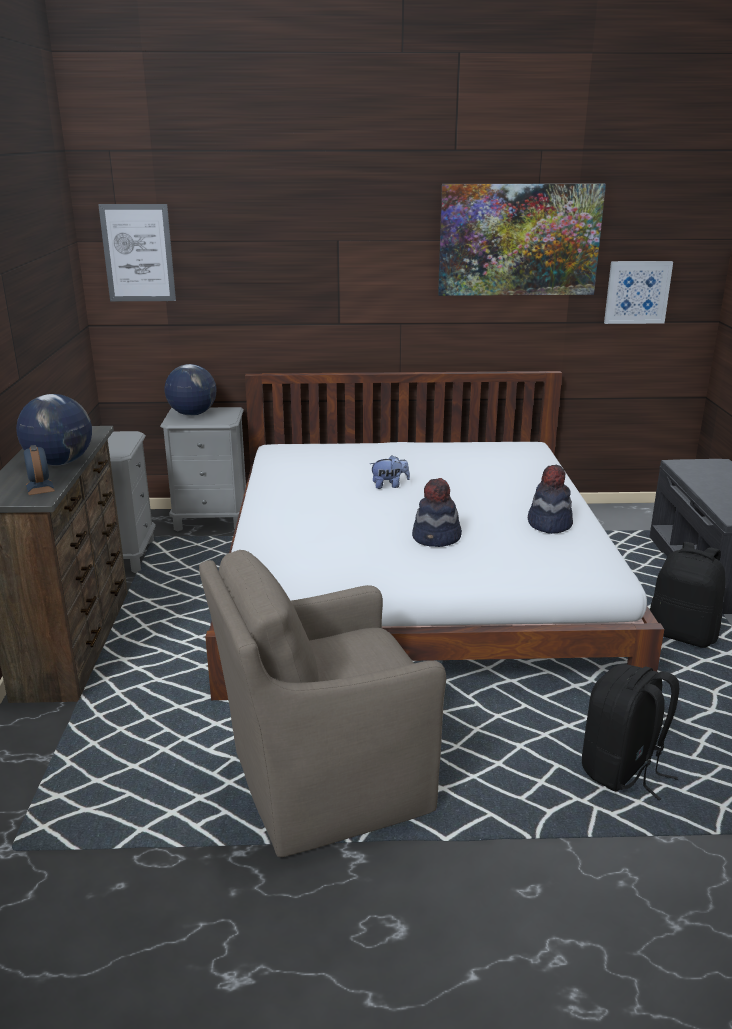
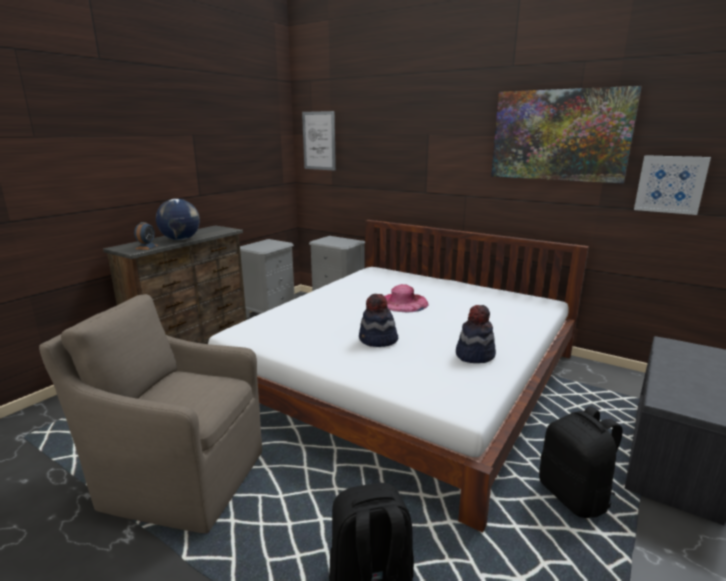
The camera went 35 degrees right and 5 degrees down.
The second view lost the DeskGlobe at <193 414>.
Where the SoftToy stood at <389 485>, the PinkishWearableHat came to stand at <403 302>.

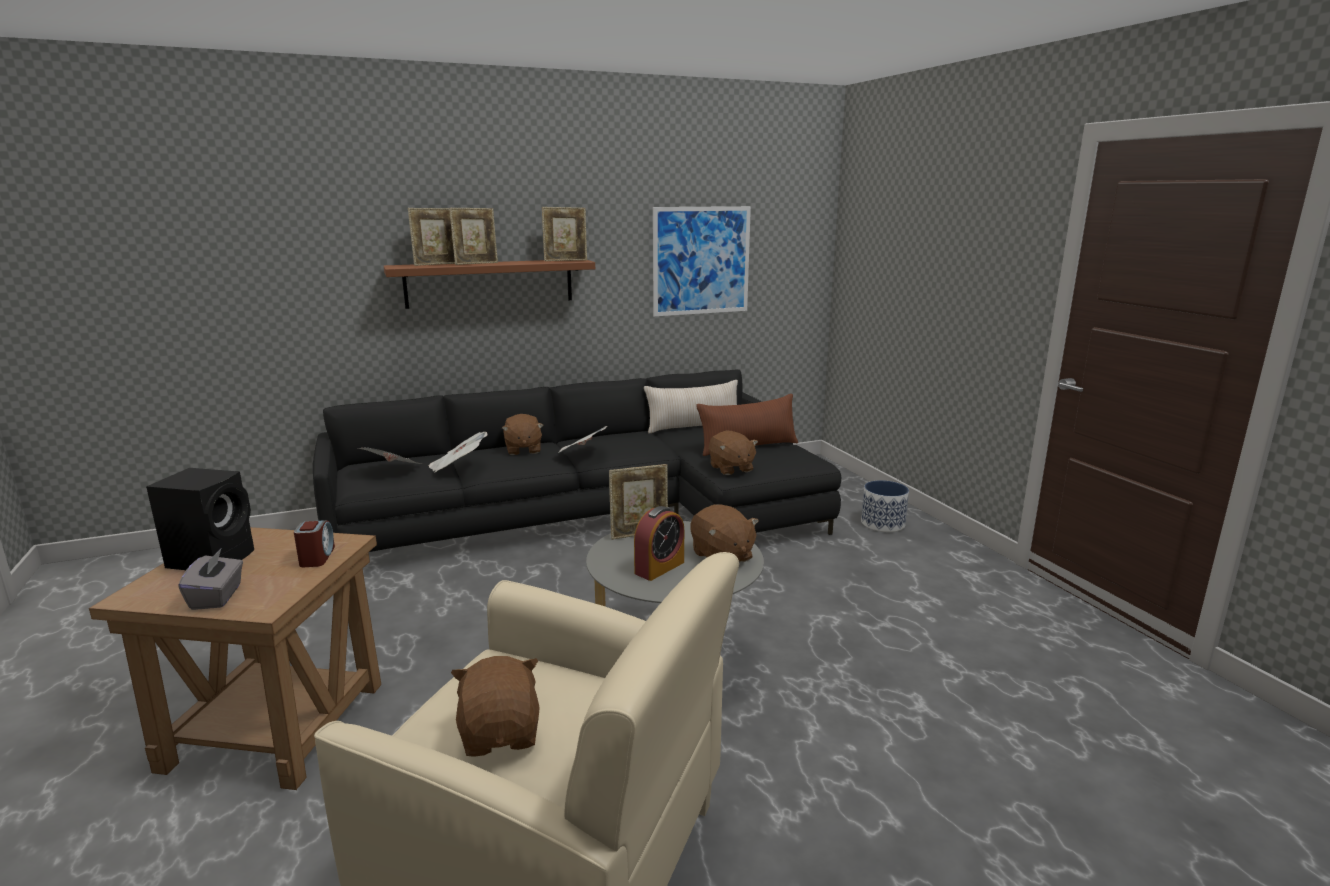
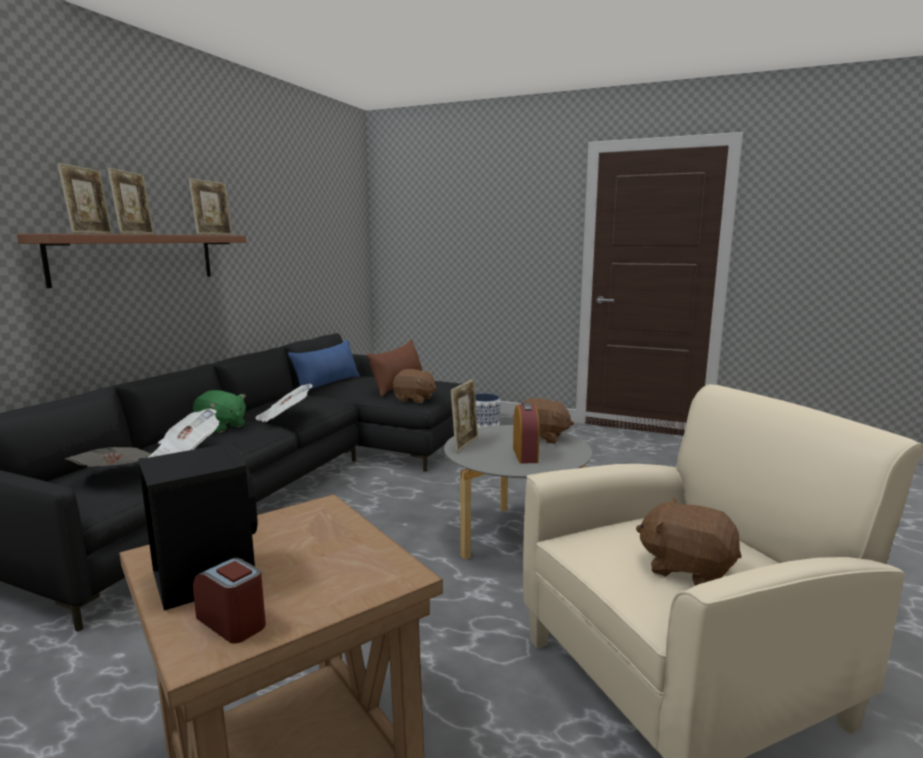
The camera went 45 degrees left and 5 degrees down.
The second view lost the WallArt at <701 261>.
What was the BeigeThrowPillow at <693 427> turned into the BlueThrowPillow at <327 384>.
What was the BrownColouredSoftToy at <523 450> turned into the GreenSoftToy at <221 427>.
The BedsideClock ended up elsewhere, having gone from <317 557> to <233 622>.
The second view lost the GrayBoxOfTissues at <217 597>.

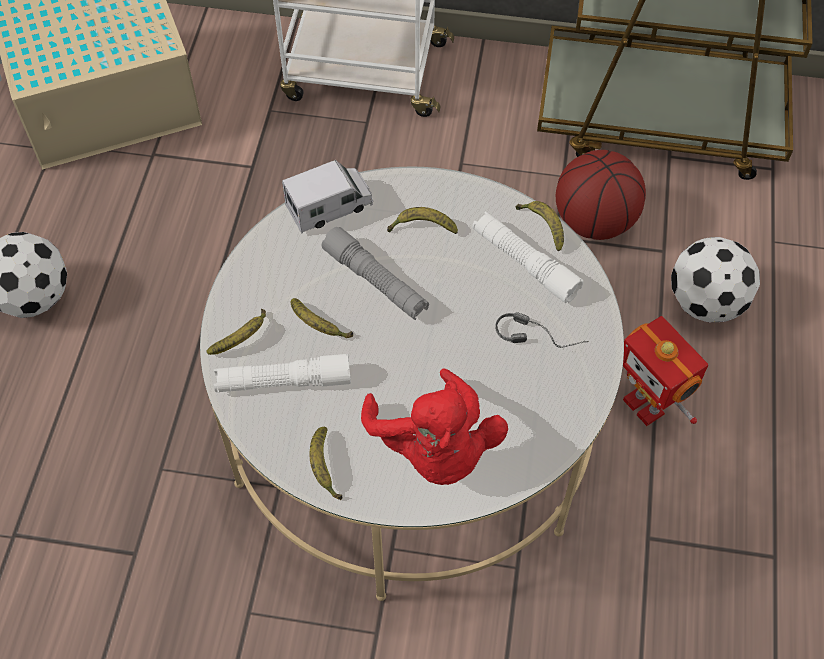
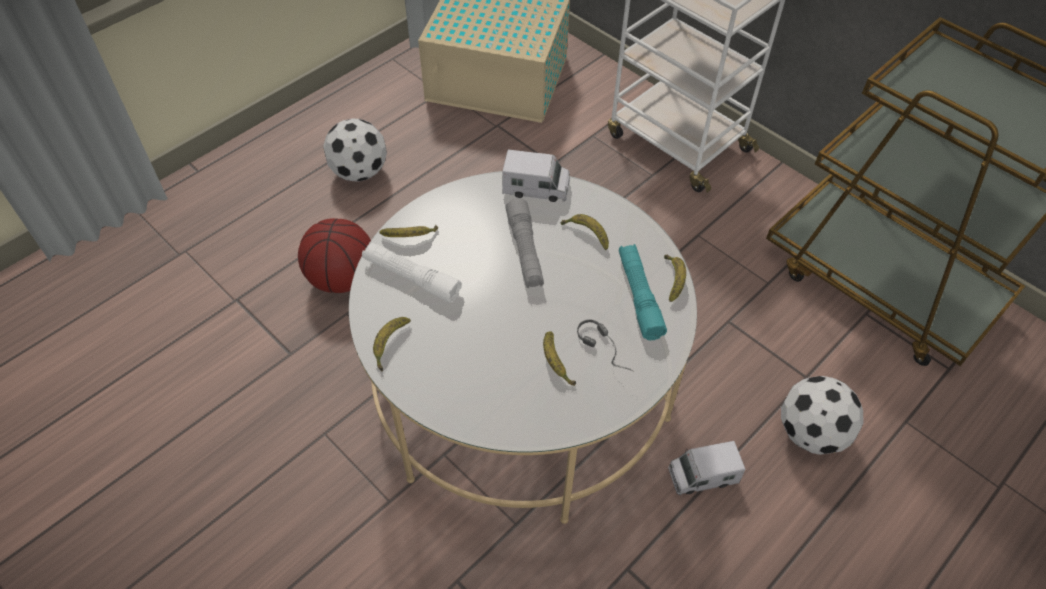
The camera went 35 degrees right and 5 degrees down.
The Basketball ended up elsewhere, having gone from <594 221> to <342 278>.
What was the WhitishHandTorch at <524 263> turned into the TurquoiseHandTorch at <639 296>.
The BananaFruit ended up elsewhere, having gone from <318 326> to <555 362>.
Where the ToyRobot stood at <645 405>, the ModelTruck came to stand at <702 476>.
The second view lost the ReddishSoftToy at <435 449>.

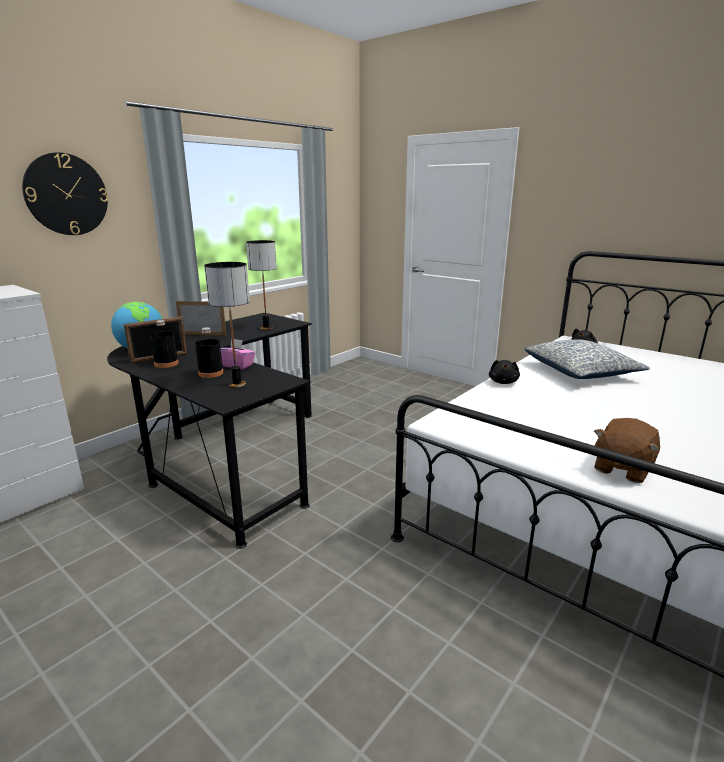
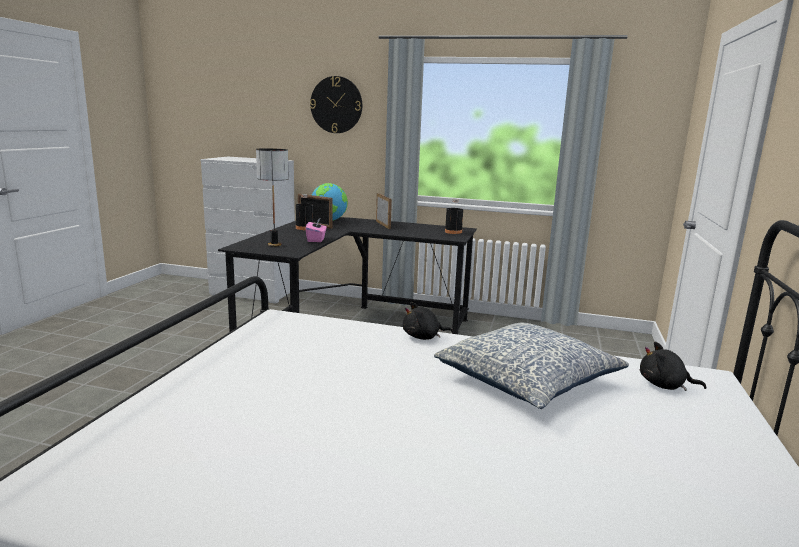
The camera went 65 degrees right and 5 degrees down.
The second view lost the LampForATable at <266 328>.
The BlackishDrinkBottle ended up elsewhere, having gone from <211 373> to <453 232>.
The second view lost the BrownColouredSoftToy at <621 468>.

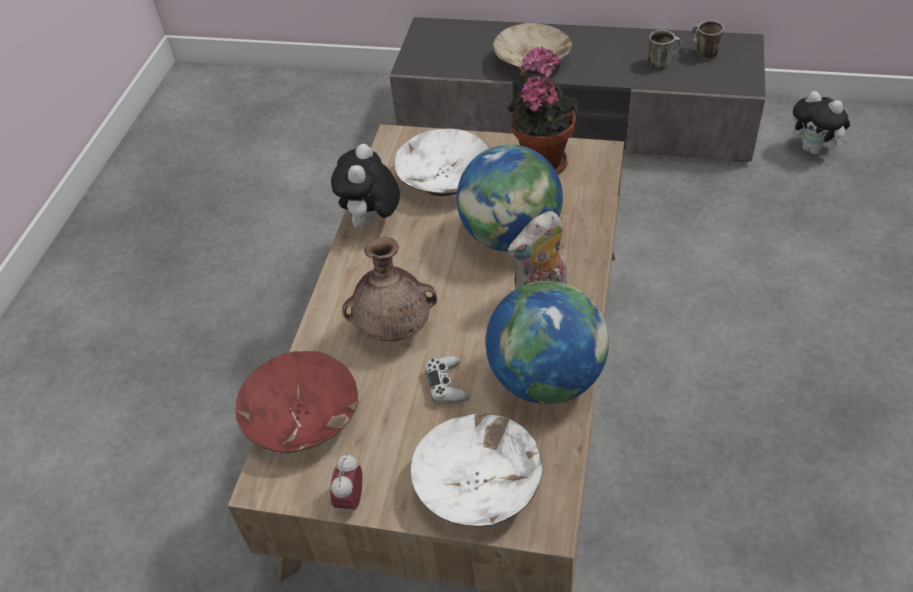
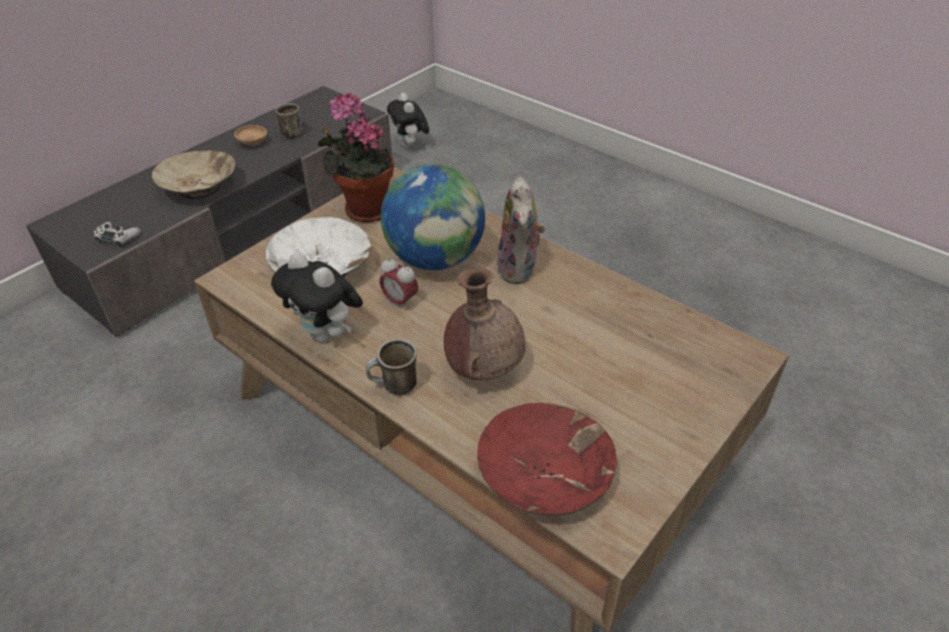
The camera went 65 degrees left and 5 degrees down.
The Mug ended up elsewhere, having gone from <702 53> to <394 388>.
The SoftToy at <814 149> ended up facing another way, 90 degrees clockwise from before.
The second view lost the DeskGlobe at <546 379>.
The WhitishGamepad ended up elsewhere, having gone from <447 384> to <118 238>.
The second view lost the WhitishServingBowl at <478 484>.
The BedsideClock ended up elsewhere, having gone from <351 500> to <400 301>.
The second view gained the BrownColouredServingBowl at <252 142>.

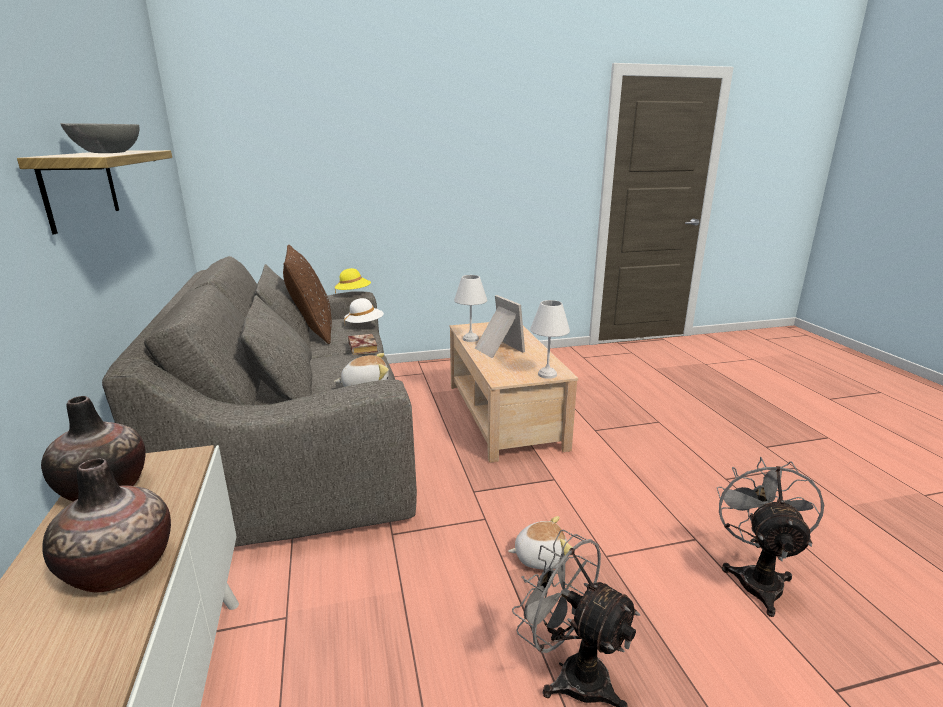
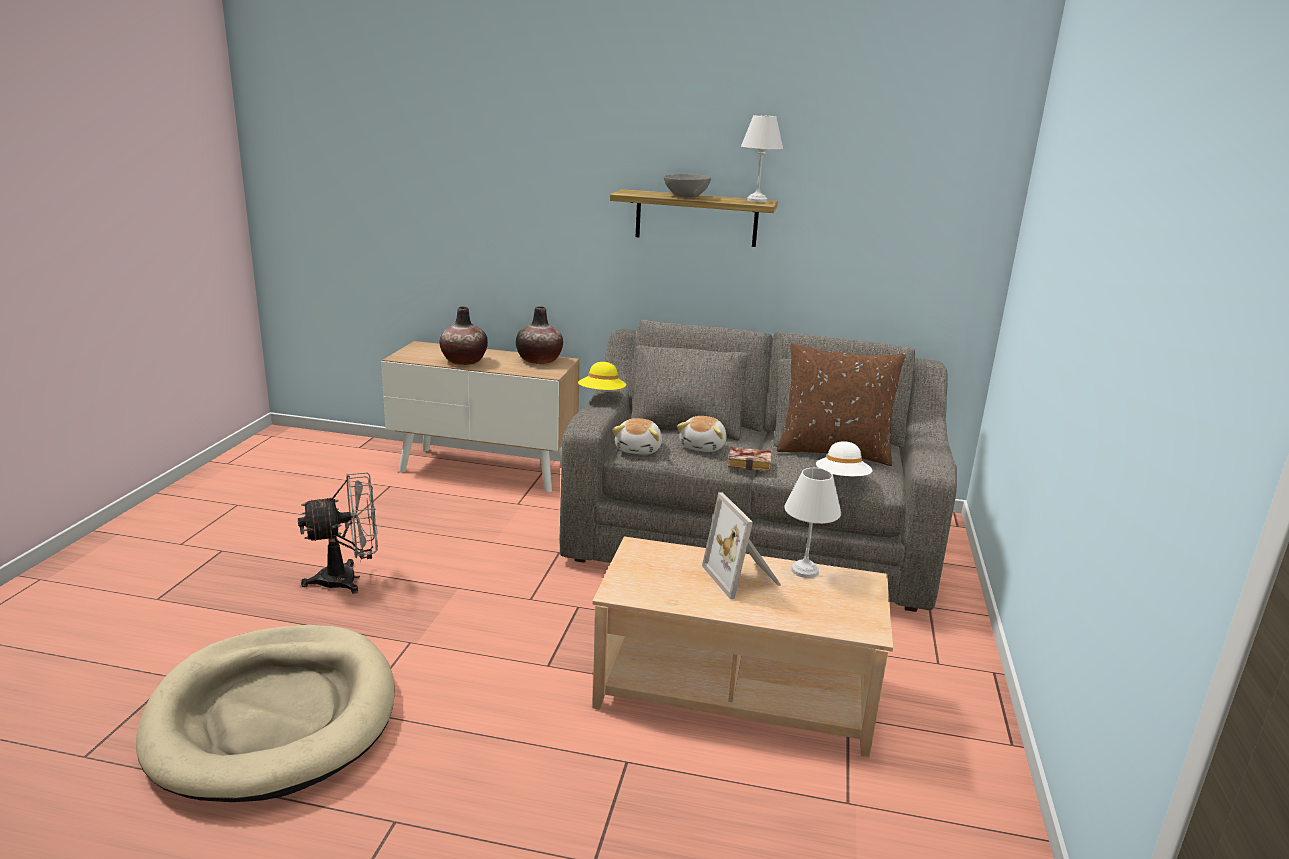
The camera went 115 degrees right and 0 degrees up.
The YellowColouredWearableHat ended up elsewhere, having gone from <353 293> to <602 395>.
The StandingFrame at <497 349> ended up facing another way, 75 degrees clockwise from before.
The WhitishLampForATable ended up elsewhere, having gone from <548 375> to <756 201>.
Where the GrayCoolingFan stood at <757 578>, the BeigeDogCushion came to stand at <274 716>.
The SoftToy ended up elsewhere, having gone from <540 556> to <703 446>.

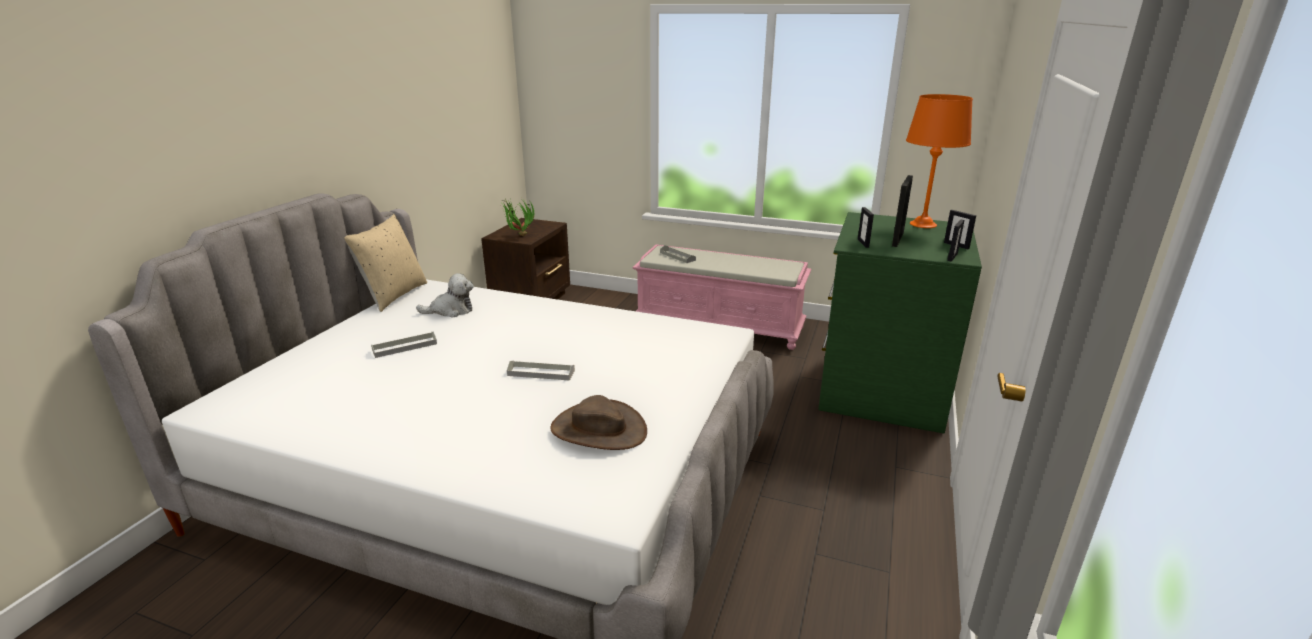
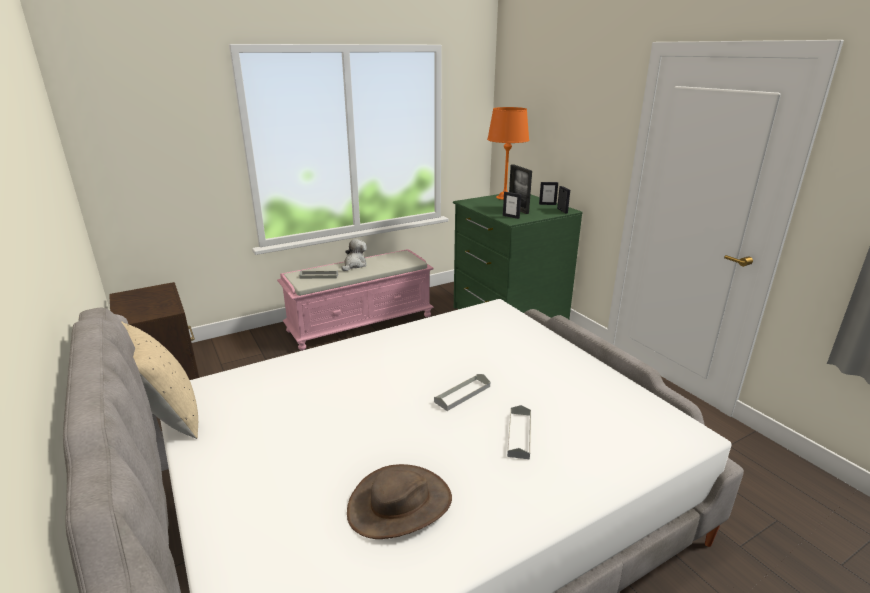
The camera went 50 degrees left and 0 degrees up.
The second view lost the Houseplant at <518 236>.
The SoftToy ended up elsewhere, having gone from <451 310> to <354 265>.
The GrayCarryingTray ended up elsewhere, having gone from <404 347> to <519 434>.
The BrownColouredWearableHat ended up elsewhere, having gone from <598 430> to <400 504>.

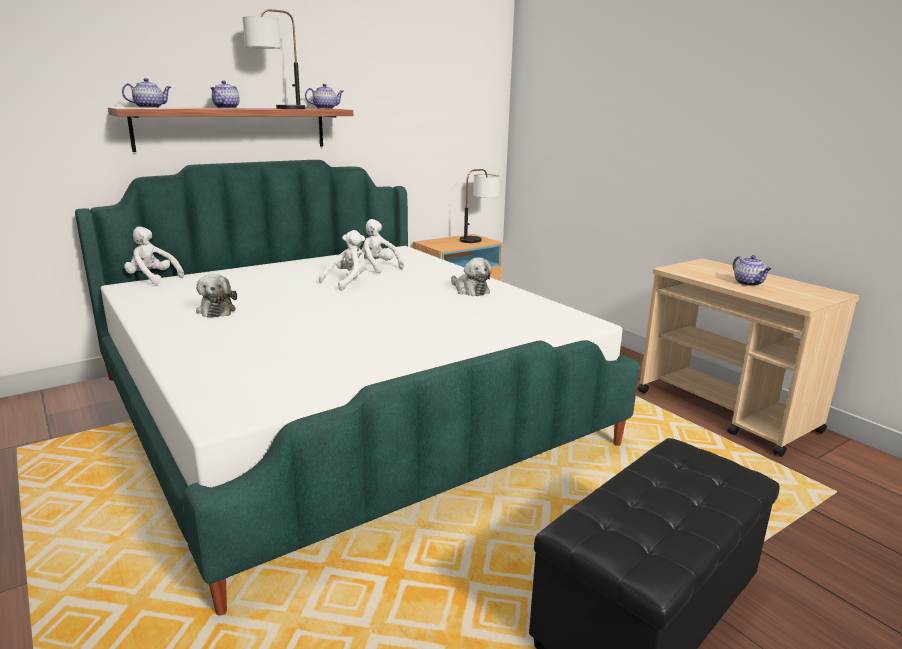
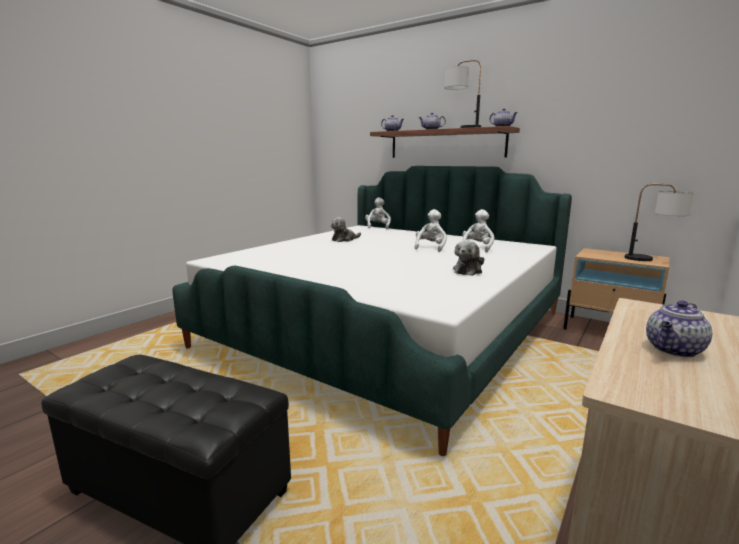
The camera went 70 degrees right and 5 degrees down.
The WhitishSoftToy at <348 282> ended up facing another way, 90 degrees counterclockwise from before.

